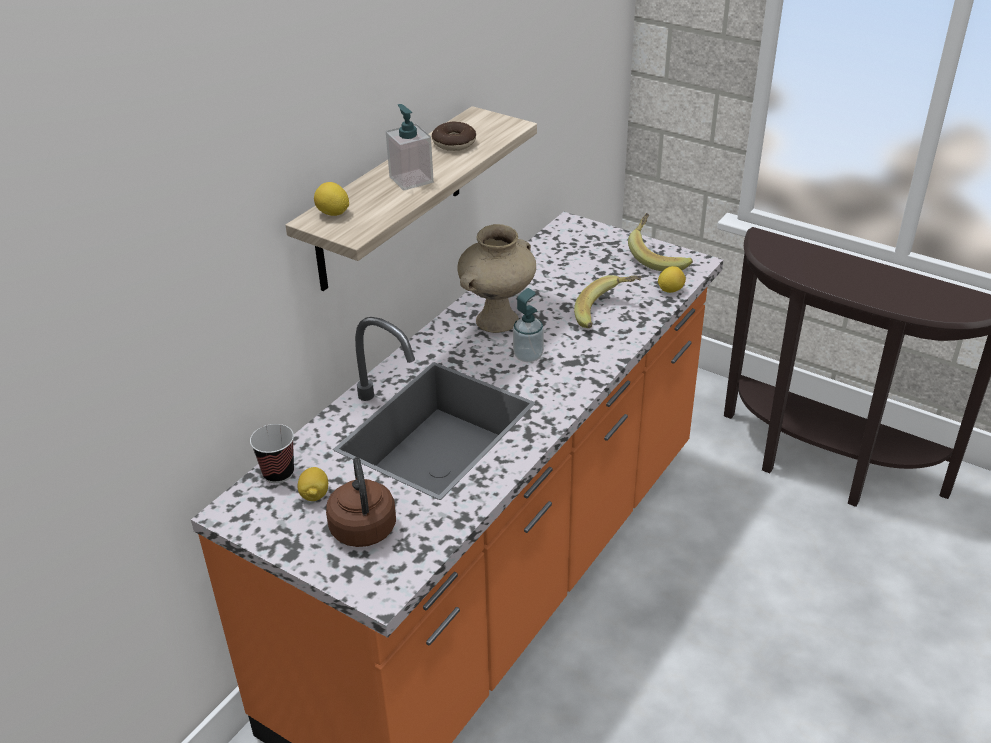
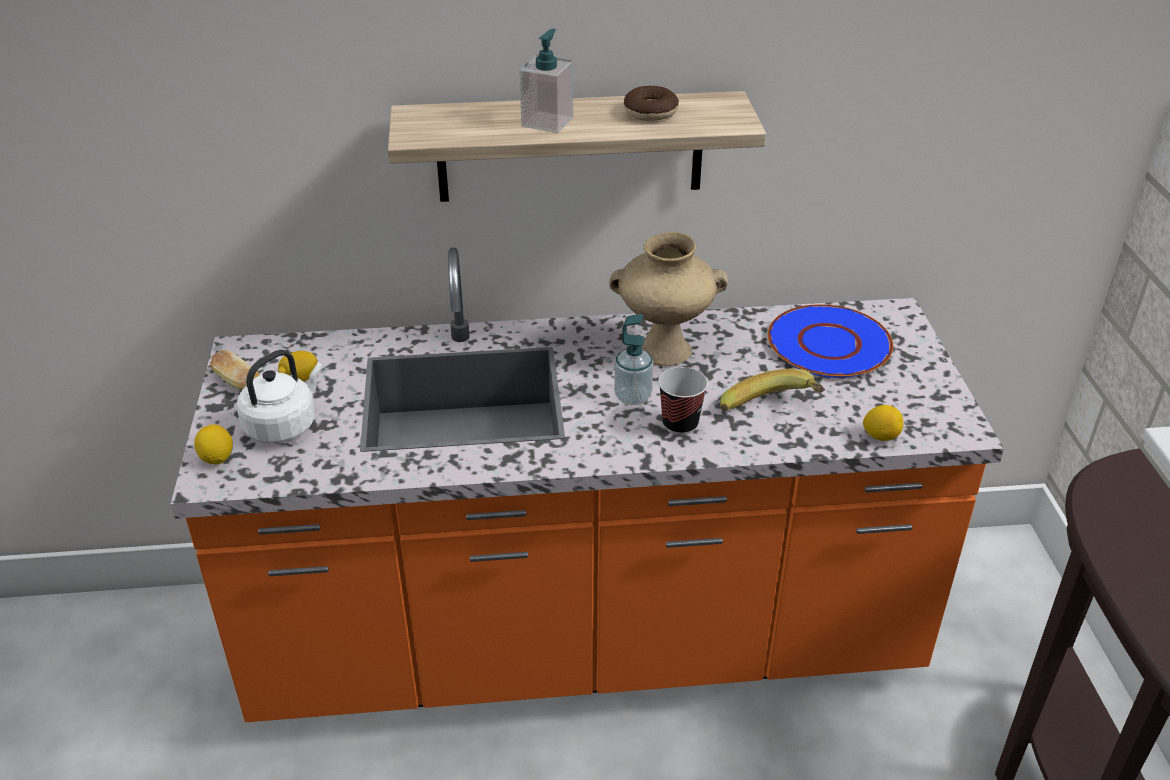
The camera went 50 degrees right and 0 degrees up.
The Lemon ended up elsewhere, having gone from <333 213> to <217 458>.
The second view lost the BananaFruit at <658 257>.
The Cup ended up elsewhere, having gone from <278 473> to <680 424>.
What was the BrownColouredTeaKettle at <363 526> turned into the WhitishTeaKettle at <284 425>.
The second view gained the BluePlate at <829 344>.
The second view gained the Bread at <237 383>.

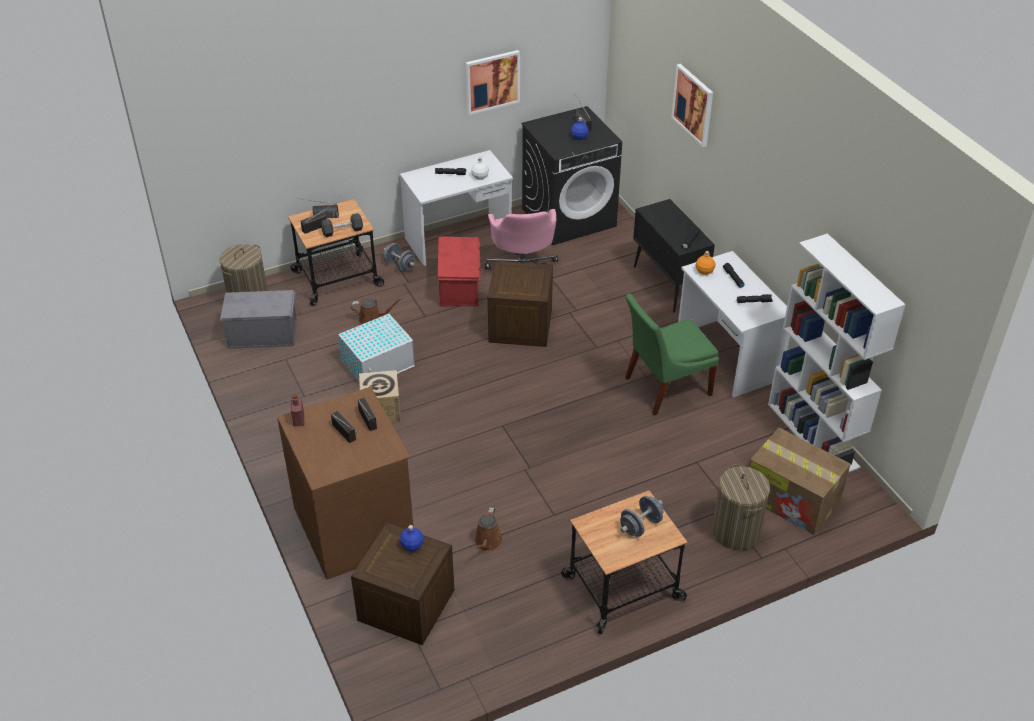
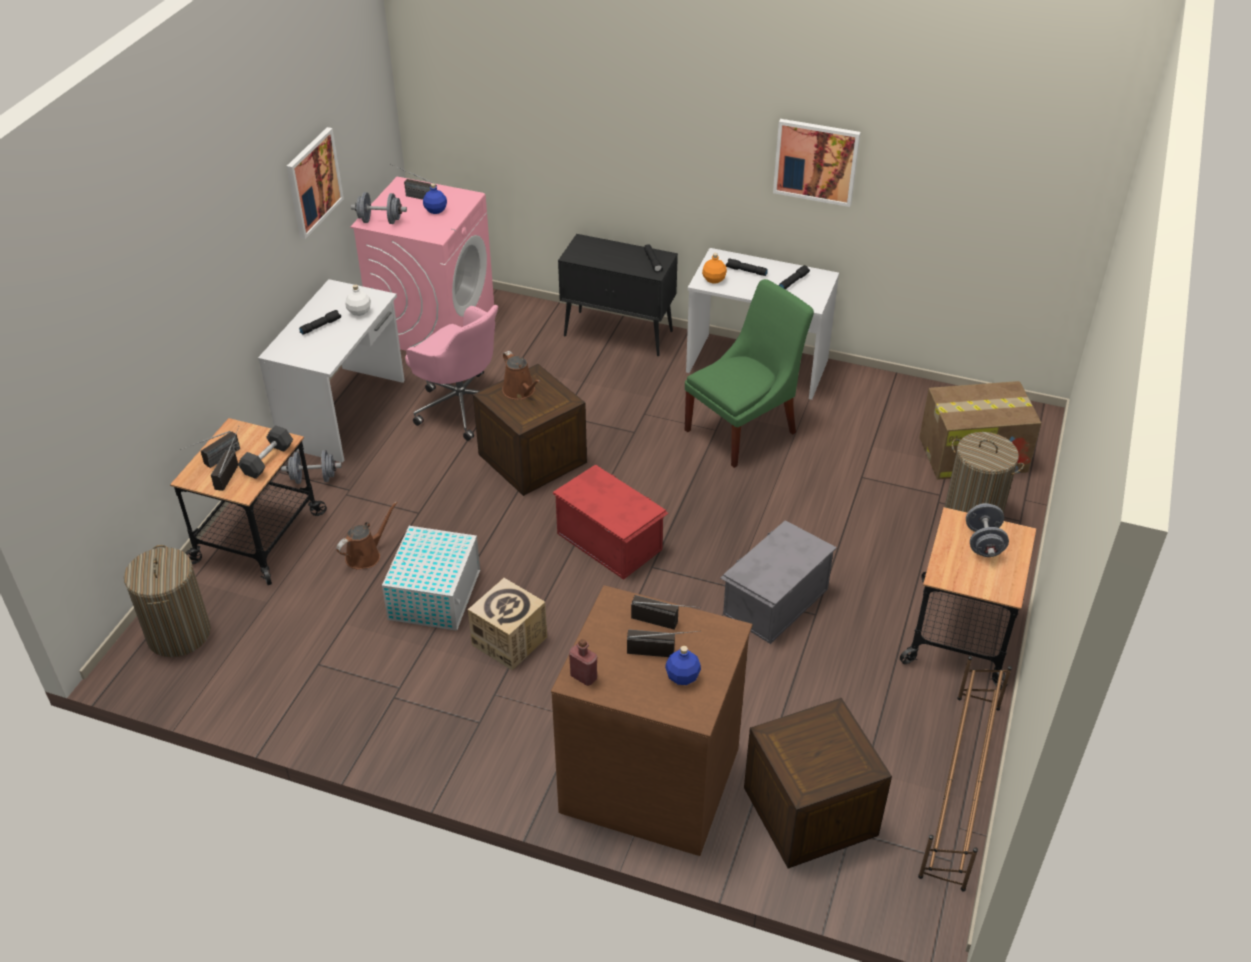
The camera went 45 degrees left and 0 degrees up.
The WallArt ended up elsewhere, having gone from <693 104> to <816 161>.
What was the BlackishLaundryAppliance at <569 217> turned into the PinkishLaundryAppliance at <433 324>.
The second view lost the WhitishBookcase at <813 435>.
The ReddishStorageBin ended up elsewhere, having gone from <460 286> to <610 540>.
The GrayStorageBin ended up elsewhere, having gone from <262 333> to <774 601>.
The GreenChair at <664 387> ended up facing another way, 150 degrees counterclockwise from before.
The BrownColouredWateringPot ended up elsewhere, having gone from <487 542> to <520 391>.
The BlueDrinkBottle ended up elsewhere, having gone from <412 546> to <683 677>.
The second view gained the GrayFreeWeight at <380 221>.
The second view gained the BrownColouredShoeStand at <960 789>.

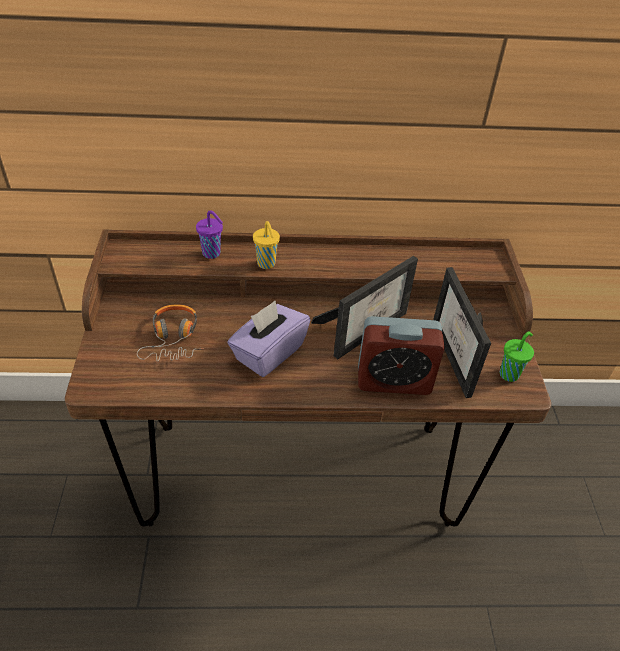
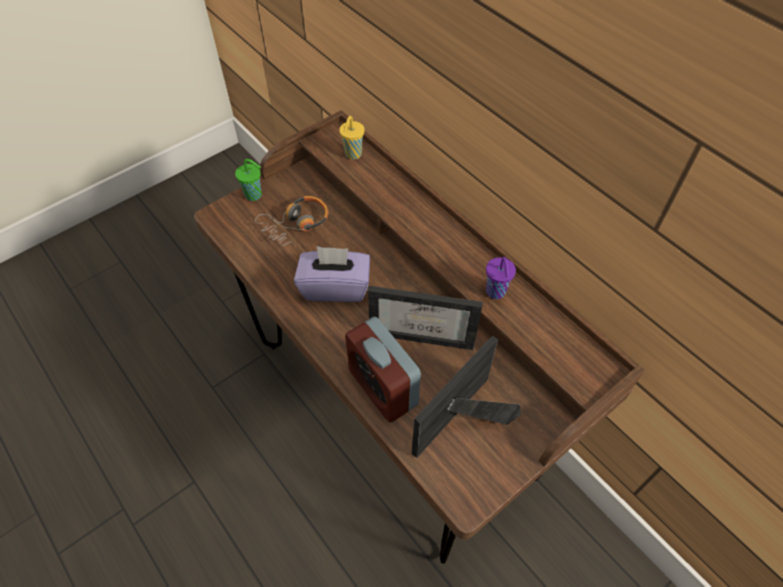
The camera went 55 degrees right and 10 degrees up.
The PurplishCup ended up elsewhere, having gone from <212 253> to <496 292>.
The YellowColouredCup ended up elsewhere, having gone from <266 264> to <352 155>.
The GreenCup ended up elsewhere, having gone from <509 374> to <254 195>.

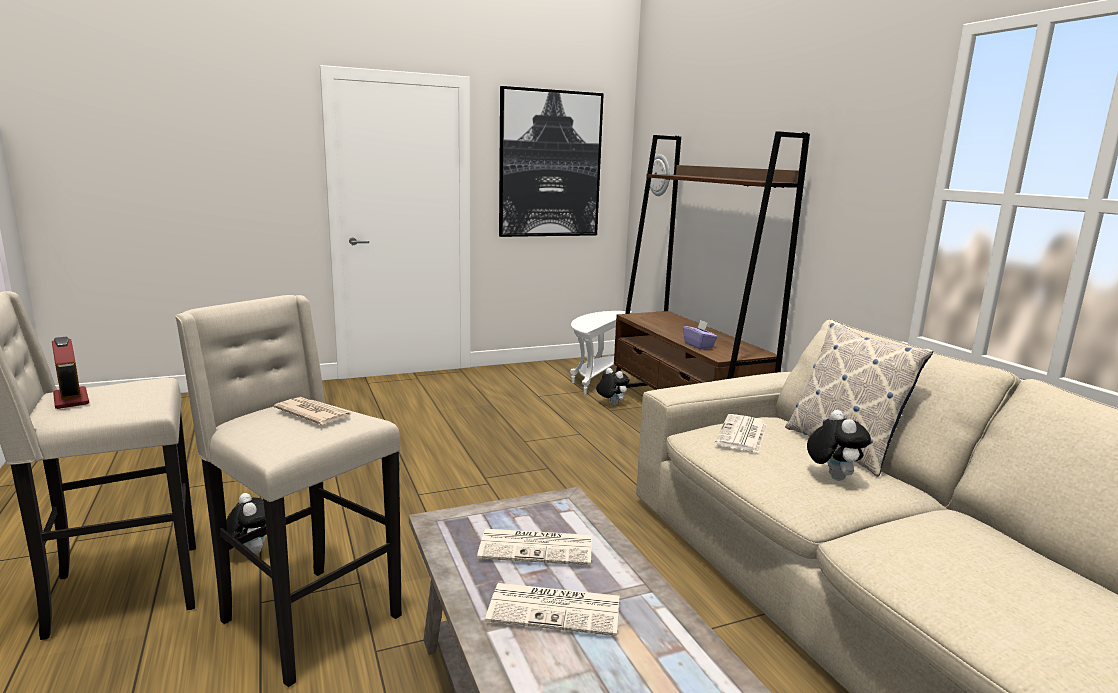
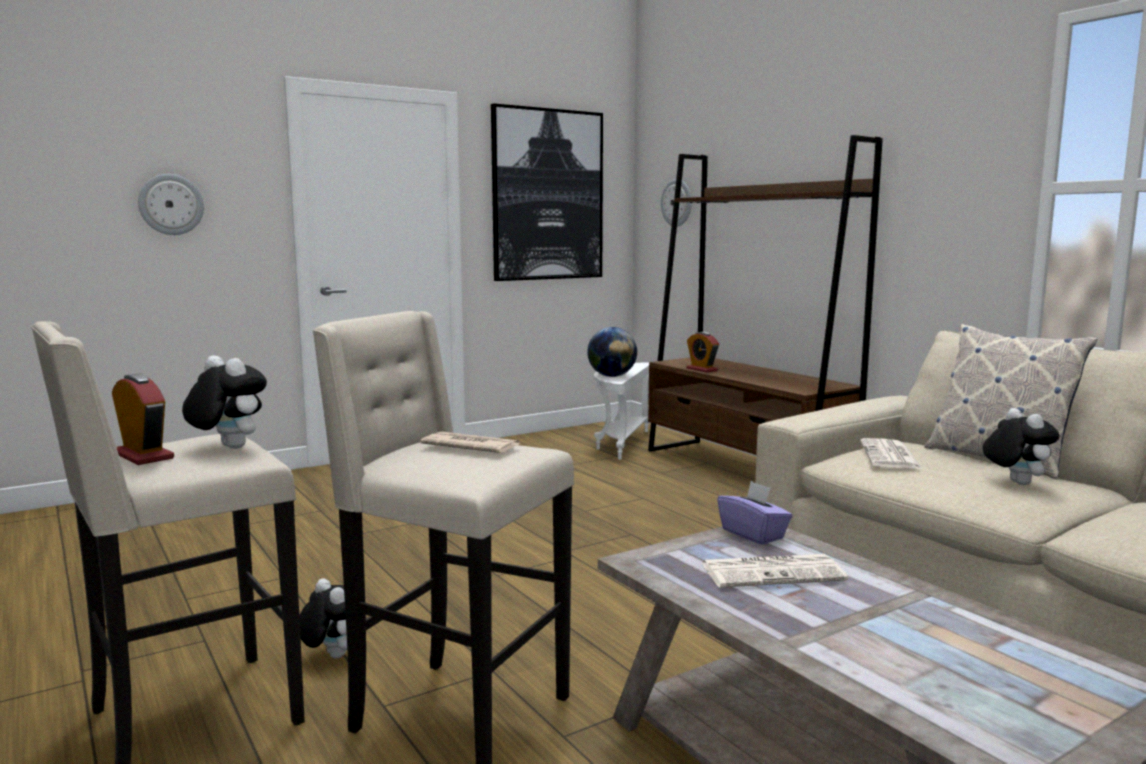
The camera went 10 degrees left and 5 degrees down.
The PurplishBoxOfTissues ended up elsewhere, having gone from <699 346> to <753 534>.
The SoftToy ended up elsewhere, having gone from <611 404> to <227 448>.
The second view lost the DailyPaper at <556 609>.
The second view gained the HangingClock at <171 204>.
The second view gained the DeskGlobe at <611 376>.
The second view gained the BedsideClock at <702 369>.

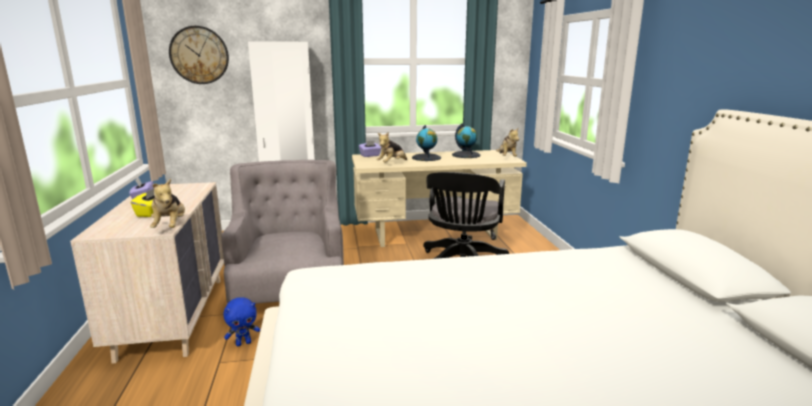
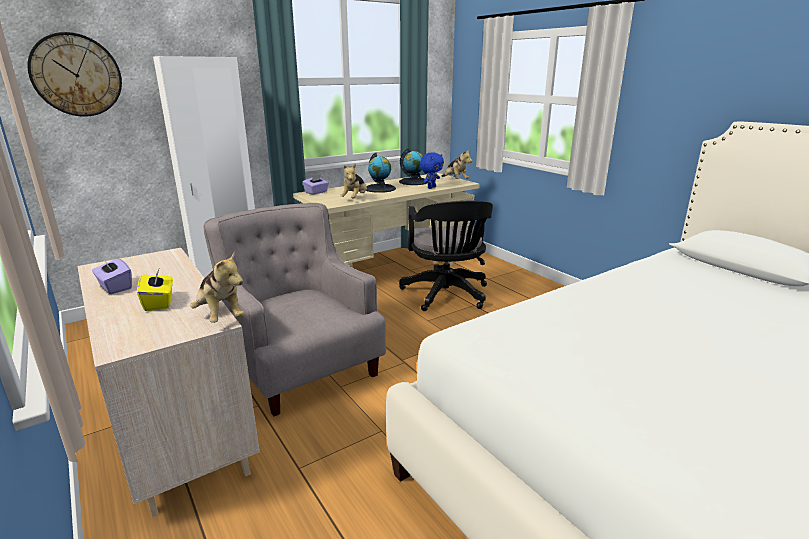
The camera went 25 degrees left and 5 degrees up.
The BlueSoftToy ended up elsewhere, having gone from <243 343> to <431 187>.

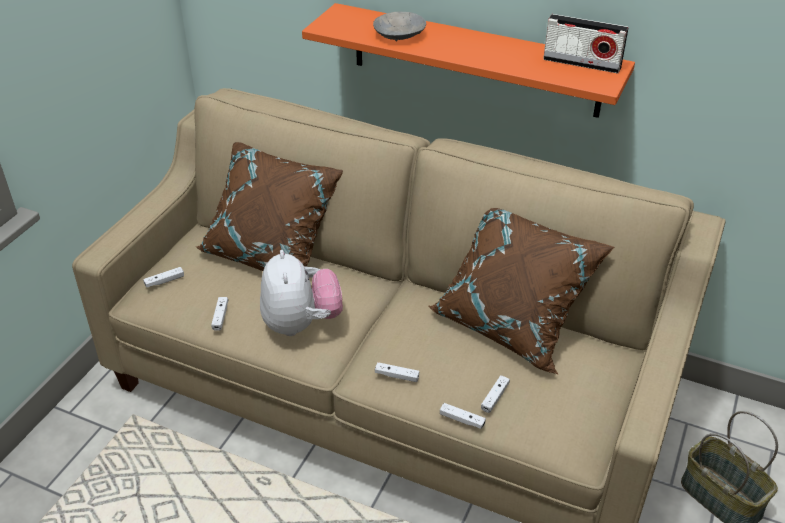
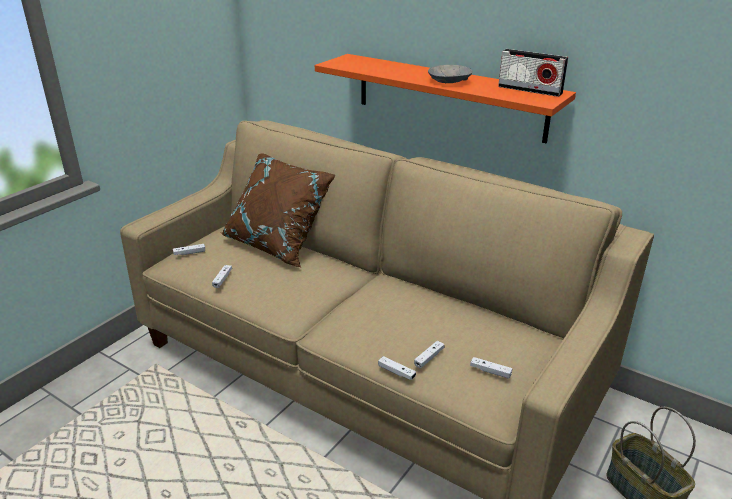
The camera went 10 degrees right and 10 degrees down.
The GrayServingBowl ended up elsewhere, having gone from <399 35> to <449 81>.
The second view lost the BrownColouredThrowPillow at <511 324>.
The second view lost the SoftToy at <301 323>.
The WhitishGamepad ended up elsewhere, having gone from <397 376> to <490 371>.

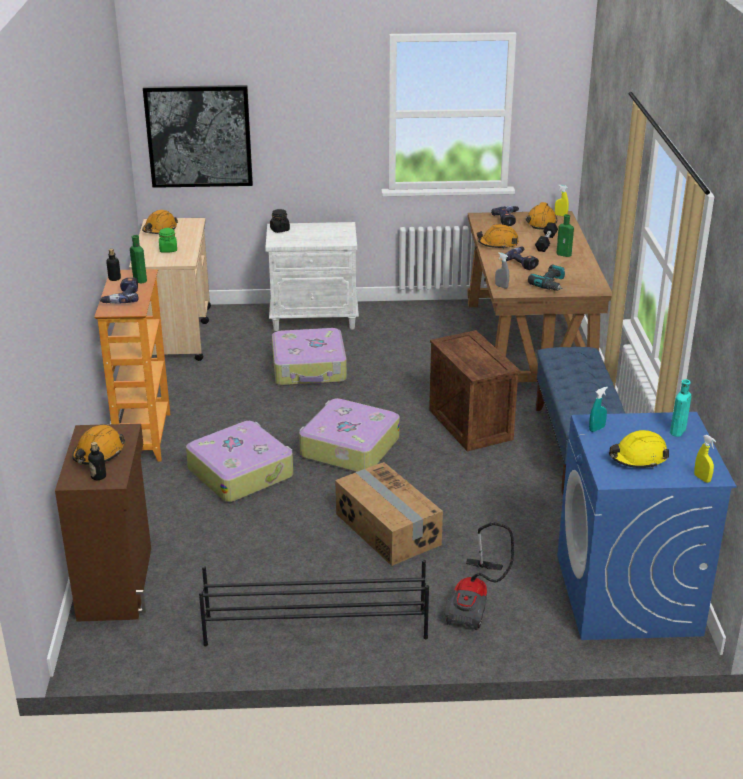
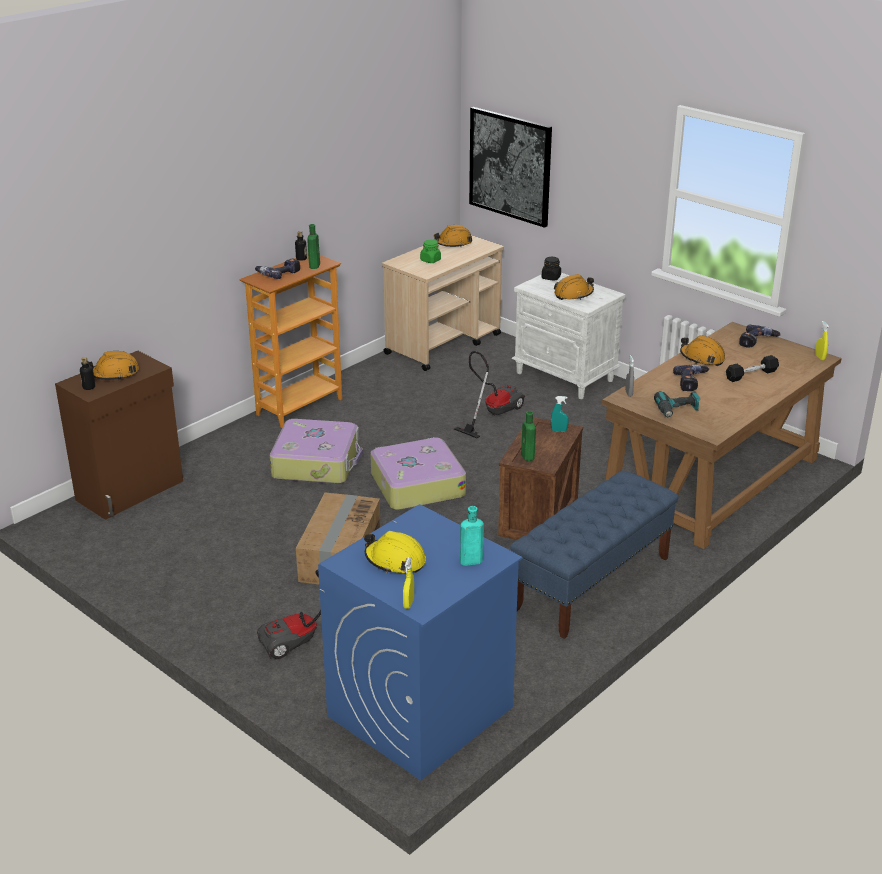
The camera went 45 degrees right and 0 degrees up.
The OrangeySafetyHelmet ended up elsewhere, having gone from <541 222> to <573 294>.
The GreenDrinkBottle ended up elsewhere, having gone from <565 254> to <528 457>.
Where the Suitcase stood at <309 368>, the Hoover came to stand at <492 413>.
The TurquoiseHandSprayer ended up elsewhere, having gone from <596 429> to <559 431>.
The second view lost the BlackishShoeStand at <314 627>.

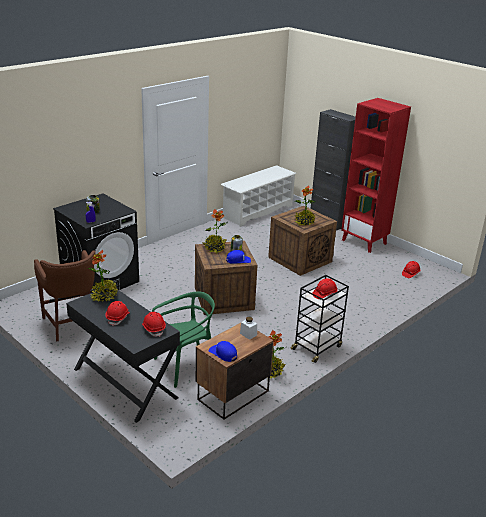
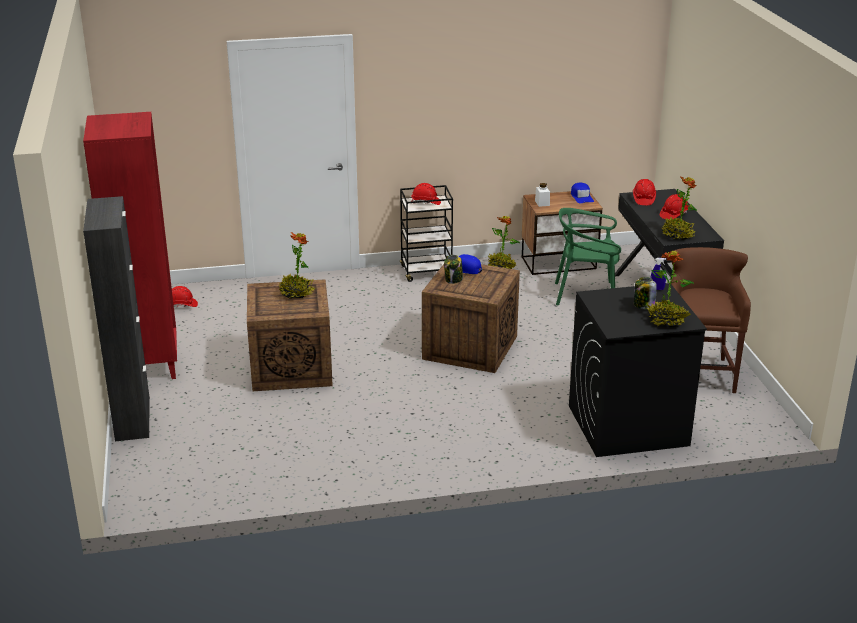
The camera went 145 degrees left and 0 degrees up.
The second view lost the WhitishShoeStand at <257 211>.
The Houseplant ended up elsewhere, having gone from <214 248> to <667 321>.

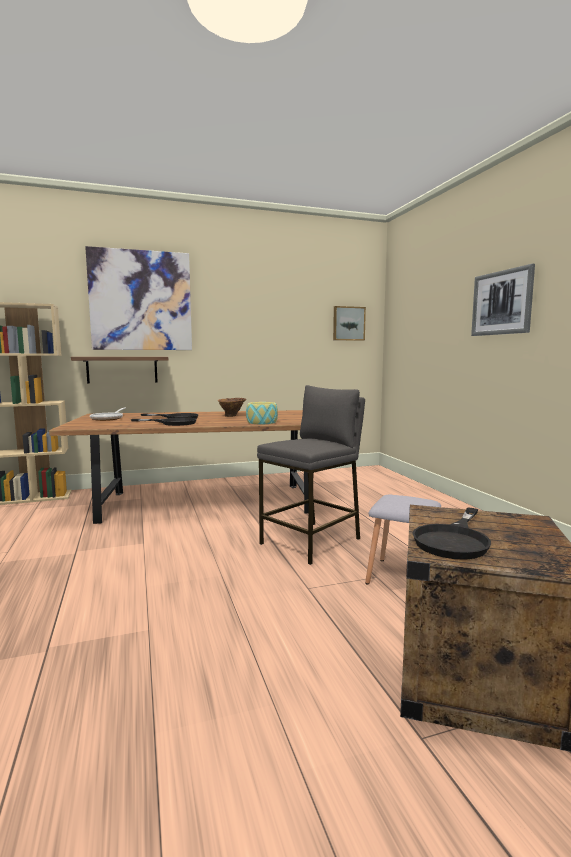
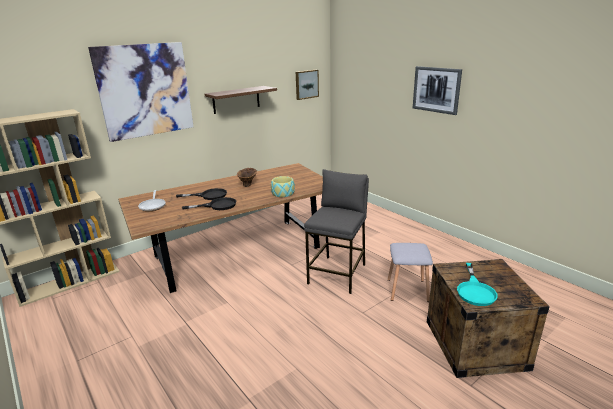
The camera went 20 degrees left and 15 degrees up.
The WallShelf ended up elsewhere, having gone from <122 369> to <236 99>.
What was the BlackishSkillet at <454 540> turned into the TurquoiseSkillet at <475 290>.

